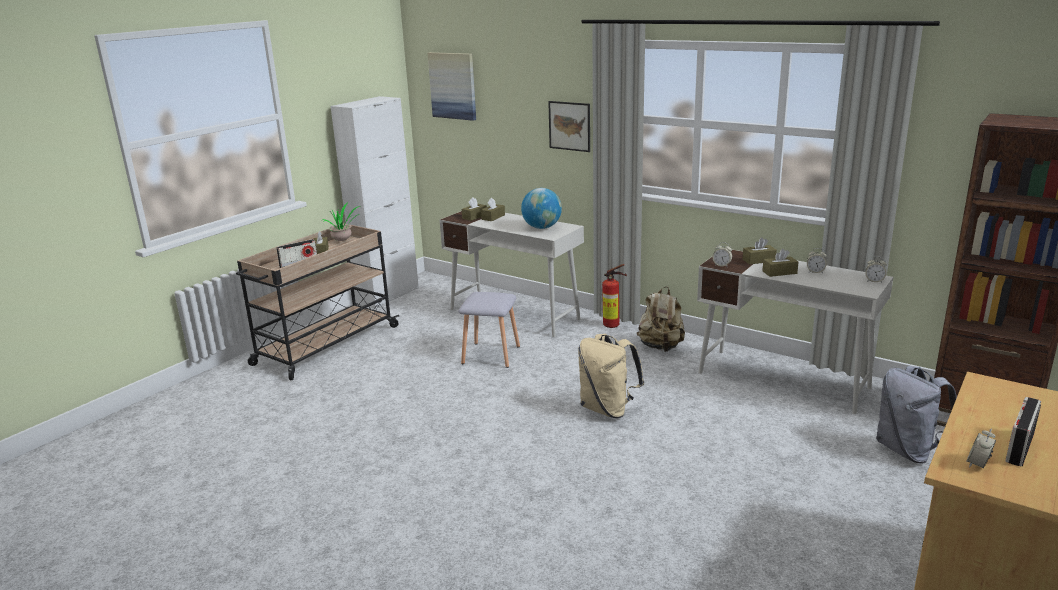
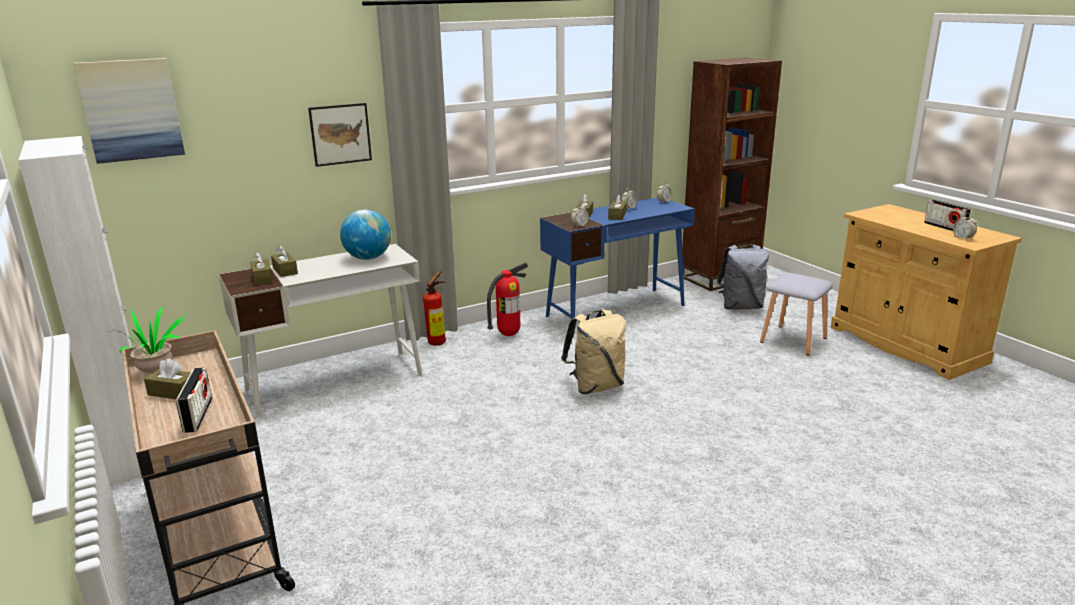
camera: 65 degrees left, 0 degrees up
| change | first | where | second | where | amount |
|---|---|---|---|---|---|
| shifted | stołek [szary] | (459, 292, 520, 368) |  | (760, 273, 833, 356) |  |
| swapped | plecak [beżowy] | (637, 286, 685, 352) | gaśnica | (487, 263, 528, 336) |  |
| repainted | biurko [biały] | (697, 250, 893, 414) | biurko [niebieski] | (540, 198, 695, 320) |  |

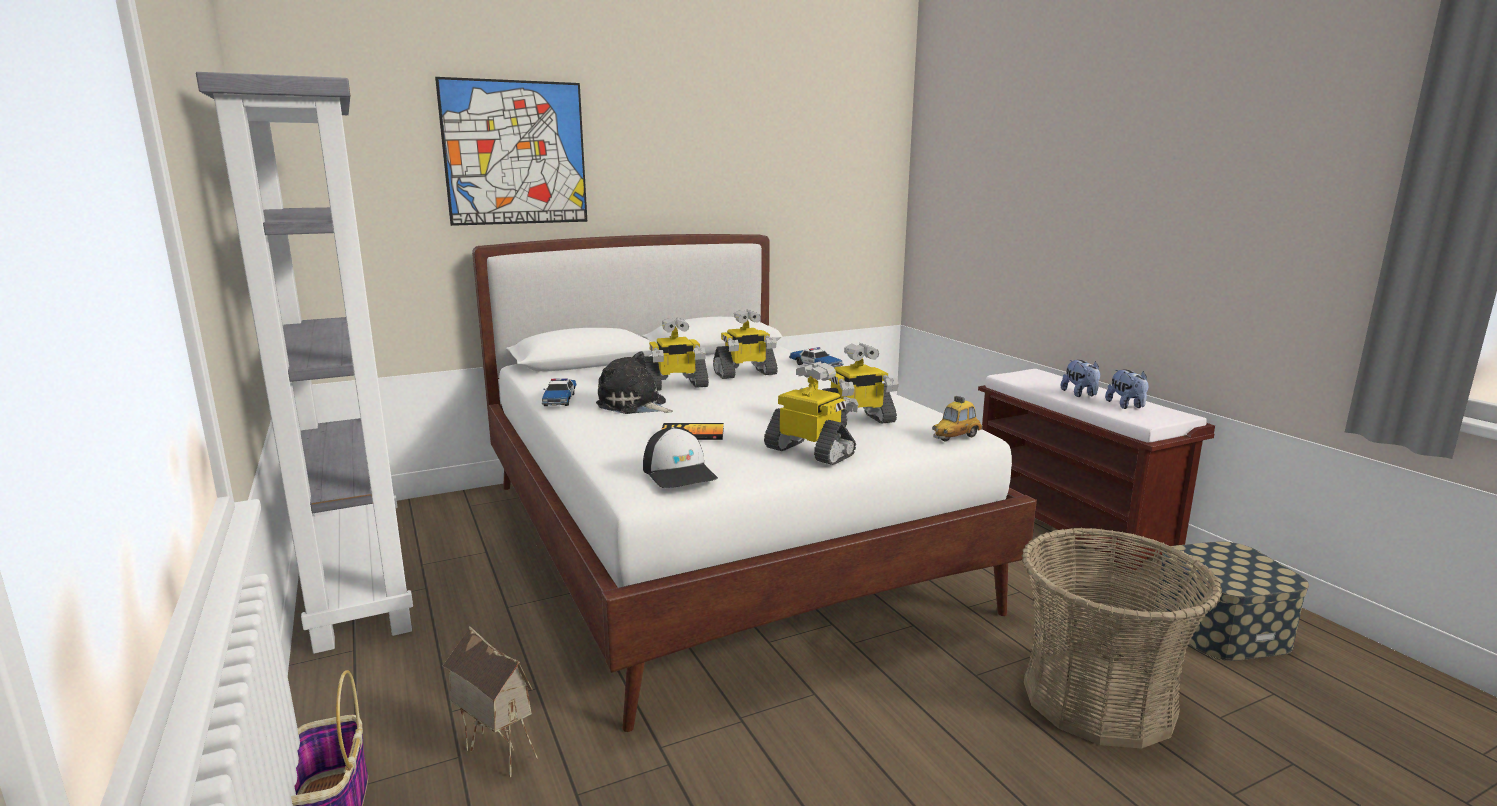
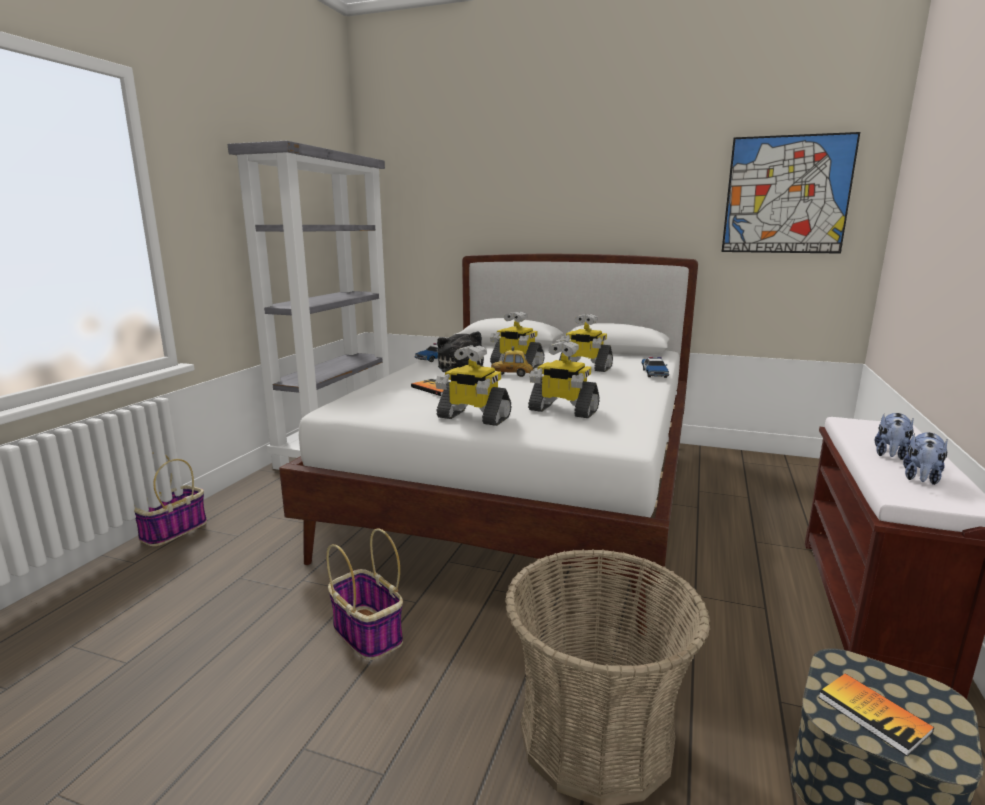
camera: 45 degrees right, 0 degrees up
| change | first | where | second | where | amount |
|---|---|---|---|---|---|
| shifted | obraz | (435, 77, 588, 226) |  | (721, 132, 860, 254) |  |
| gone | domek | (443, 626, 538, 777) |  |  |  |
| gone | czapka z daszkiem | (643, 427, 718, 488) |  |  |  |
| rotated | robot zabawkowy | (764, 362, 859, 465) |  | (435, 345, 511, 426) | 120 degrees clockwise |
| shifted | samochodzik | (932, 396, 983, 441) |  | (491, 346, 534, 377) |  |
| new |  |  | koszyk | (326, 528, 403, 660) |  |
| new |  |  | książka | (818, 673, 934, 756) |  |

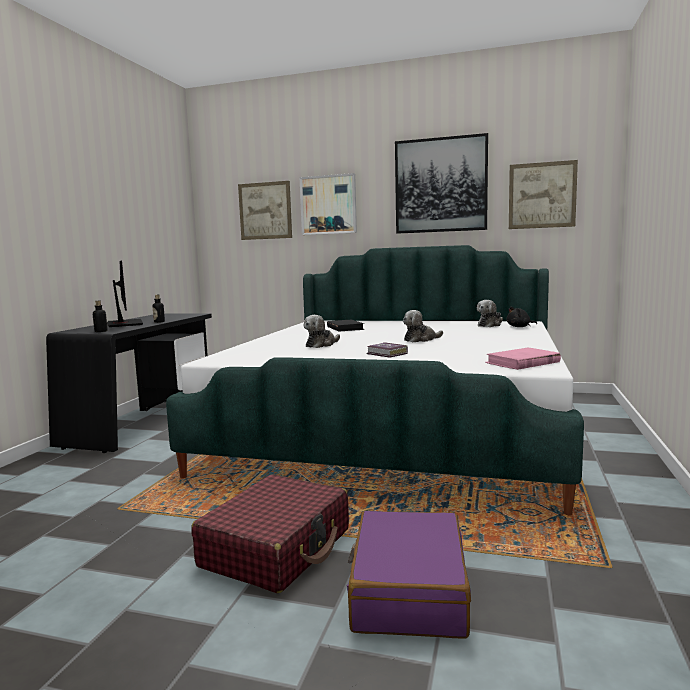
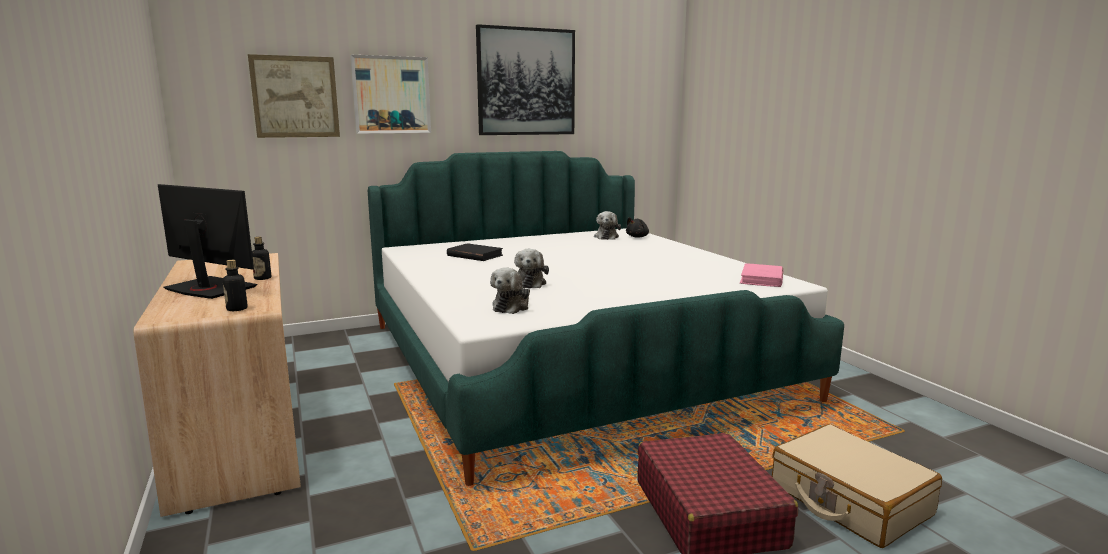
camera: 40 degrees left, 5 degrees up
| change | first | where | second | where | amount |
|---|---|---|---|---|---|
| repainted | biurko [czarny] | (46, 313, 212, 453) | biurko [beżowy] | (134, 253, 301, 517) |  |
| repainted | walizka [fioletowy] | (347, 511, 471, 639) | walizka [beżowy] | (772, 424, 942, 548) |  |
| gone | książka | (367, 342, 408, 358) |  |  |  |
| shifted | pluszak | (403, 310, 443, 342) |  | (490, 267, 530, 314) |  |
| gone | obraz | (509, 160, 578, 229) |  |  |  |

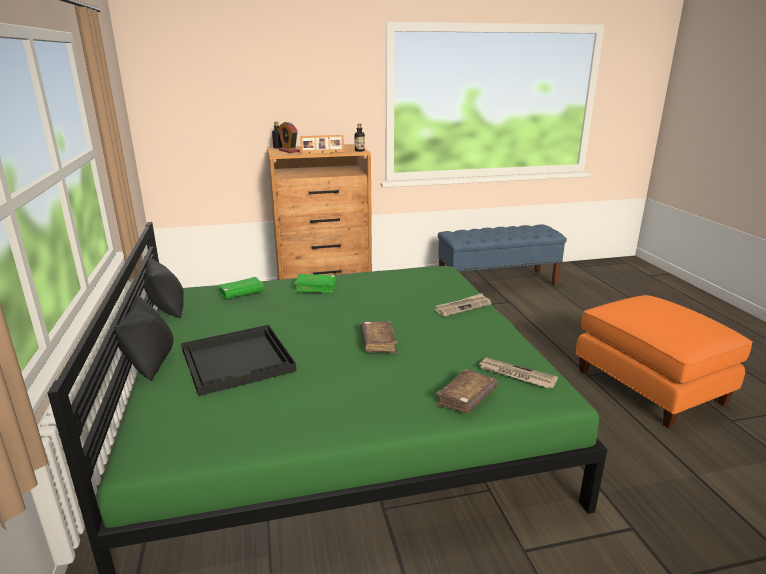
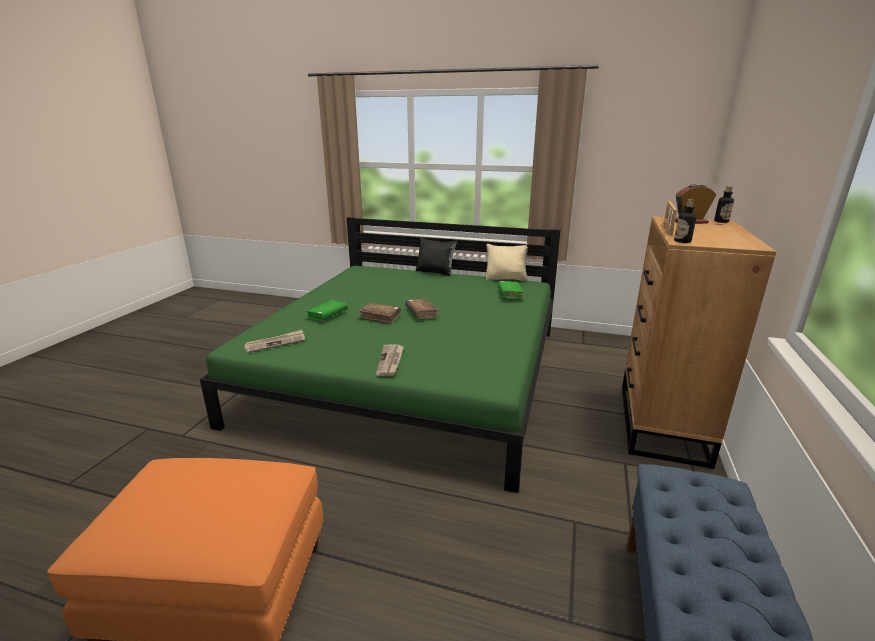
camera: 120 degrees right, 0 degrees up
| change | first | where | second | where | amount |
|---|---|---|---|---|---|
| repainted | poduszka [czarny] | (144, 256, 184, 318) | poduszka [beżowy] | (486, 244, 528, 281) |  |
| gone | taca [czarny] | (181, 325, 297, 396) |  |  |  |
| shifted | książka [zielony] | (294, 274, 336, 294) |  | (305, 300, 348, 321) |  |
| shifted | książka [brązowy] | (436, 369, 497, 414) |  | (405, 298, 439, 318) |  |

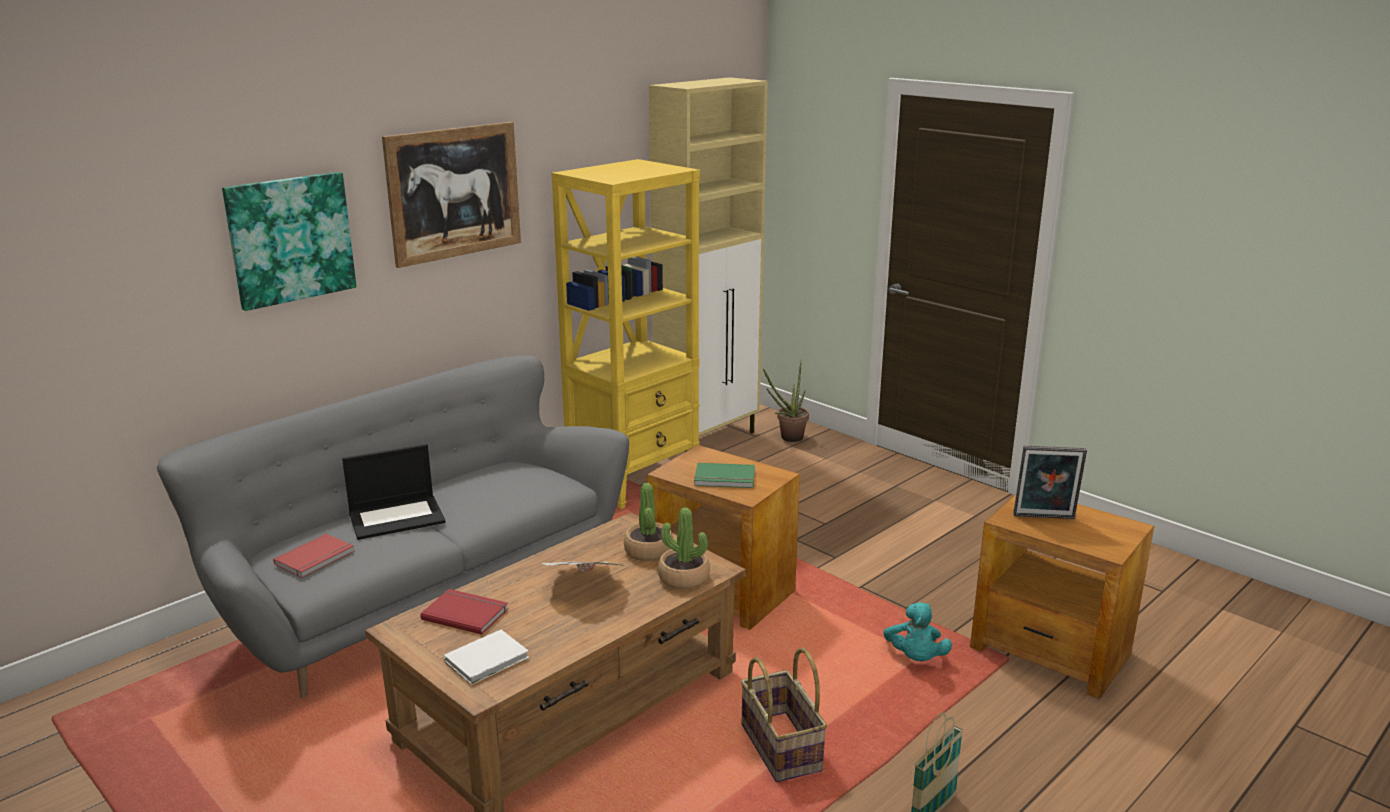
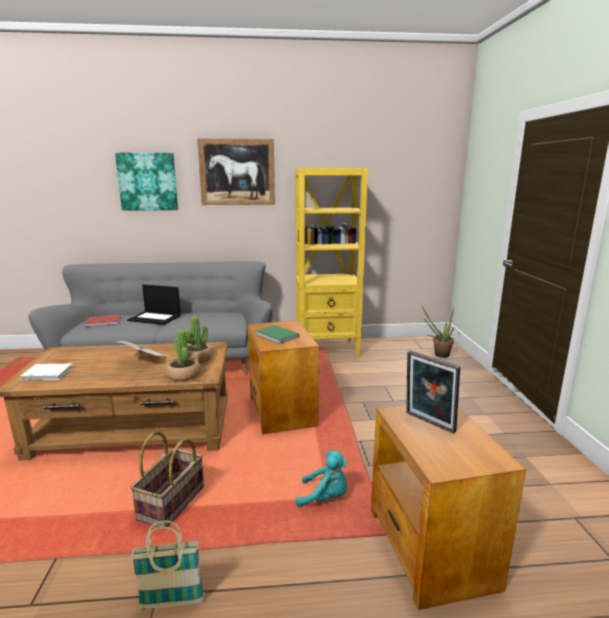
camera: 40 degrees right, 5 degrees down
| change | first | where | second | where | amount |
|---|---|---|---|---|---|
| gone | książka [czerwony] | (420, 589, 508, 635) |  |  |  |
| gone | szafka [beżowy] | (649, 77, 768, 452) |  |  |  |
| rotated | pluszak [turkusowy] | (883, 602, 952, 661) |  | (296, 451, 347, 507) | 120 degrees counterclockwise |

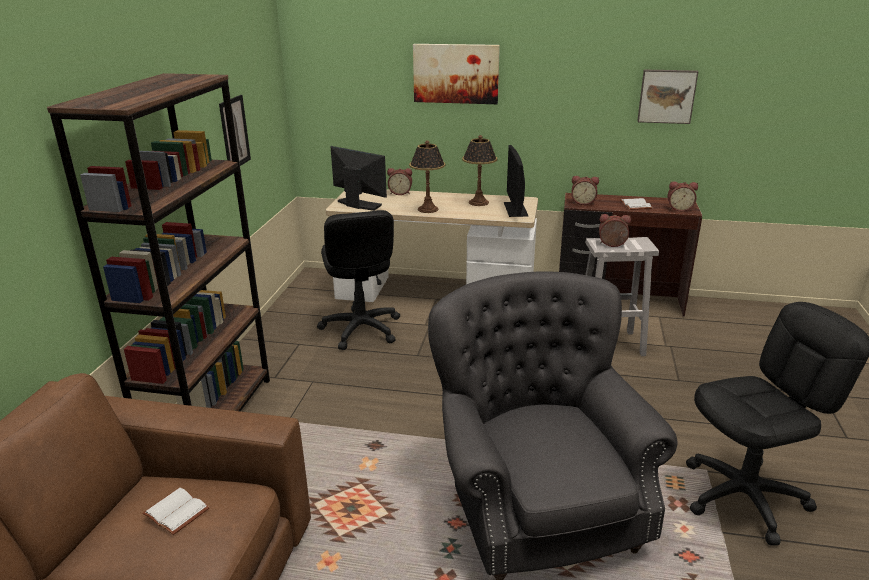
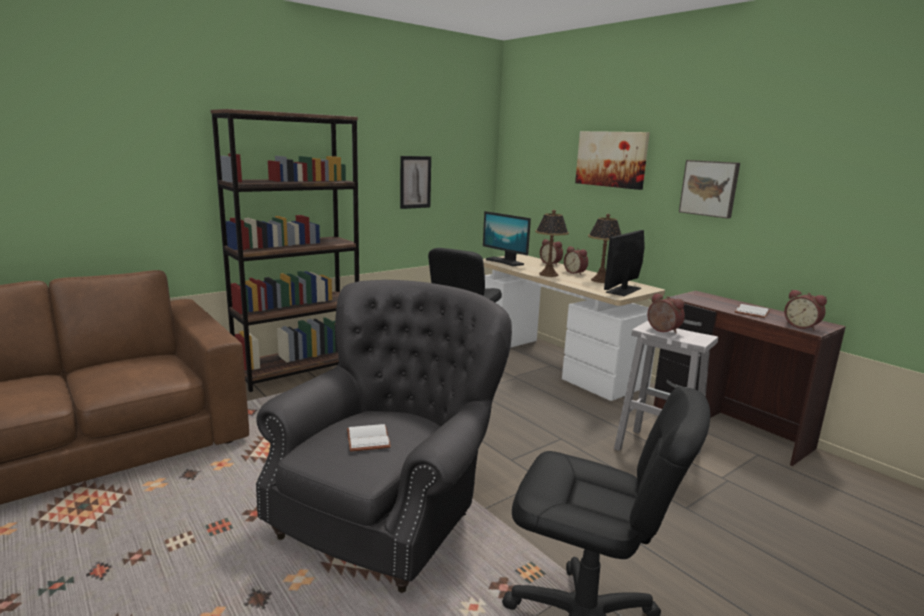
camera: 40 degrees right, 10 degrees down
| change | first | where | second | where | amount |
|---|---|---|---|---|---|
| shifted | książka [biały] | (142, 488, 210, 535) |  | (347, 424, 391, 452) |  |
| rotated | monitor | (331, 146, 387, 211) |  | (483, 211, 531, 266) | 150 degrees clockwise |
| shifted | budzik | (571, 176, 599, 205) |  | (564, 246, 588, 275) |  |
| shifted | obraz | (637, 70, 698, 124) |  | (679, 160, 740, 219) |  |

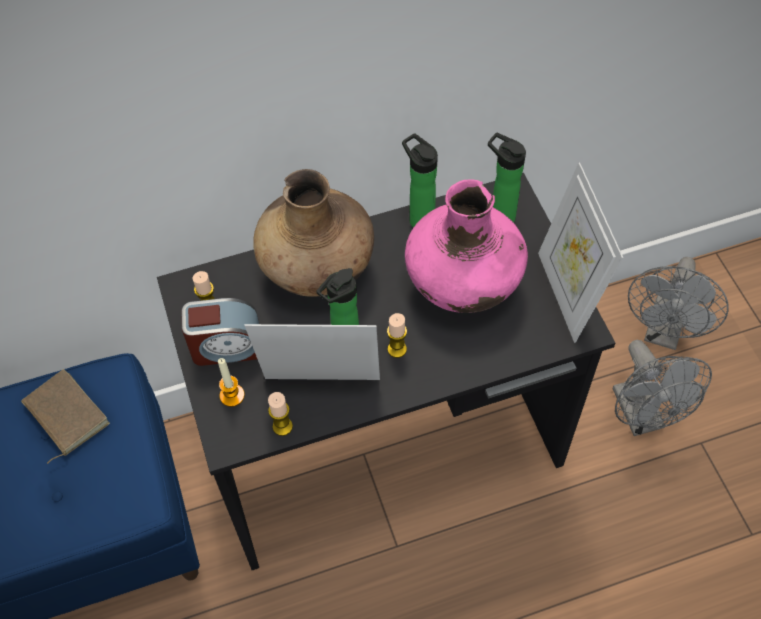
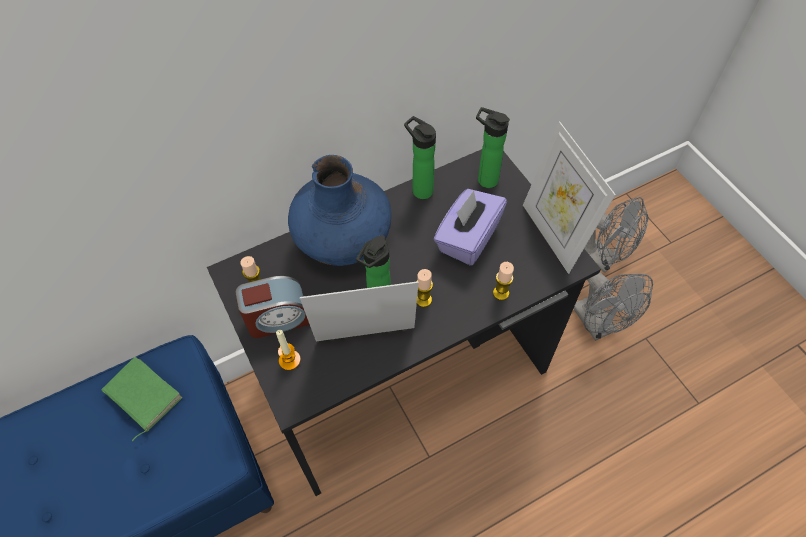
camera: 10 degrees left, 0 degrees up
| change | first | where | second | where | amount |
|---|---|---|---|---|---|
| repainted | książka [brązowy] | (21, 369, 110, 464) | książka [zielony] | (102, 357, 182, 442) |  |
| repainted | wazon [brązowy] | (253, 169, 374, 297) | wazon [niebieski] | (288, 155, 392, 266) |  |
| shifted | świeca | (268, 392, 293, 436) |  | (493, 262, 514, 300) |  |
| swapped | wazon [różowy] | (405, 180, 528, 313) | pudełko chusteczek [fioletowy] | (434, 189, 507, 266) |  |
| rotated | wentylator [szary] | (628, 257, 729, 350) |  | (584, 197, 649, 273) | 60 degrees counterclockwise |

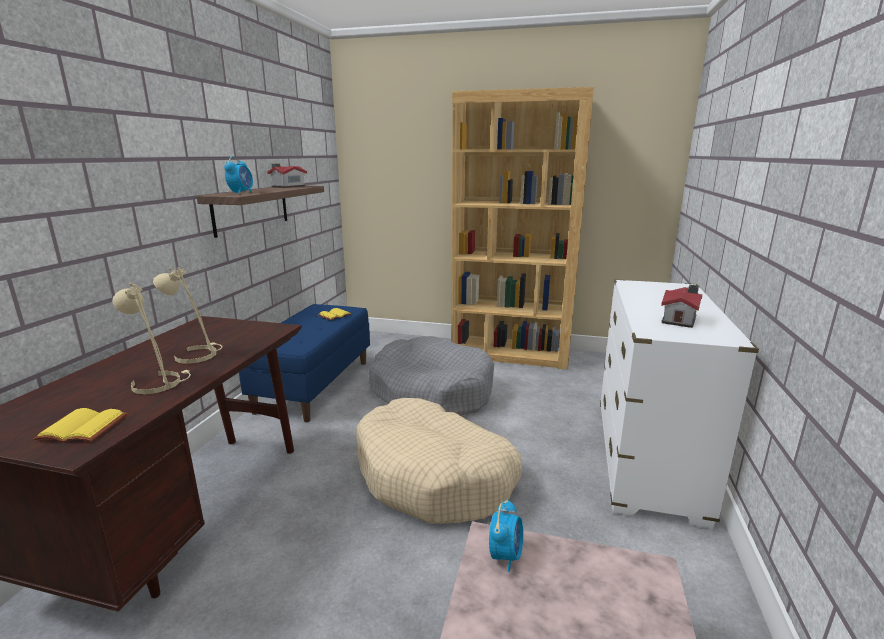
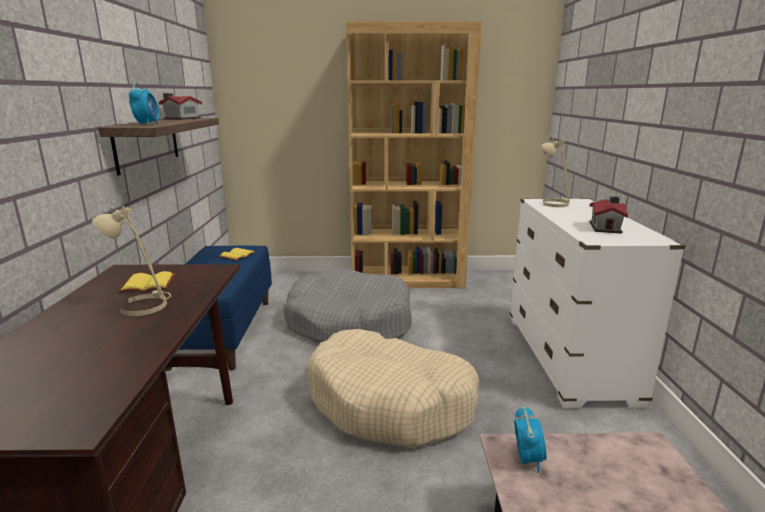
camera: 15 degrees left, 0 degrees up
| change | first | where | second | where | amount |
|---|---|---|---|---|---|
| shifted | książka [żółty] | (33, 408, 127, 442) |  | (119, 271, 175, 293) |  |
| shifted | lampa stołowa [beżowy] | (112, 283, 191, 394) |  | (541, 138, 570, 207) |  |

